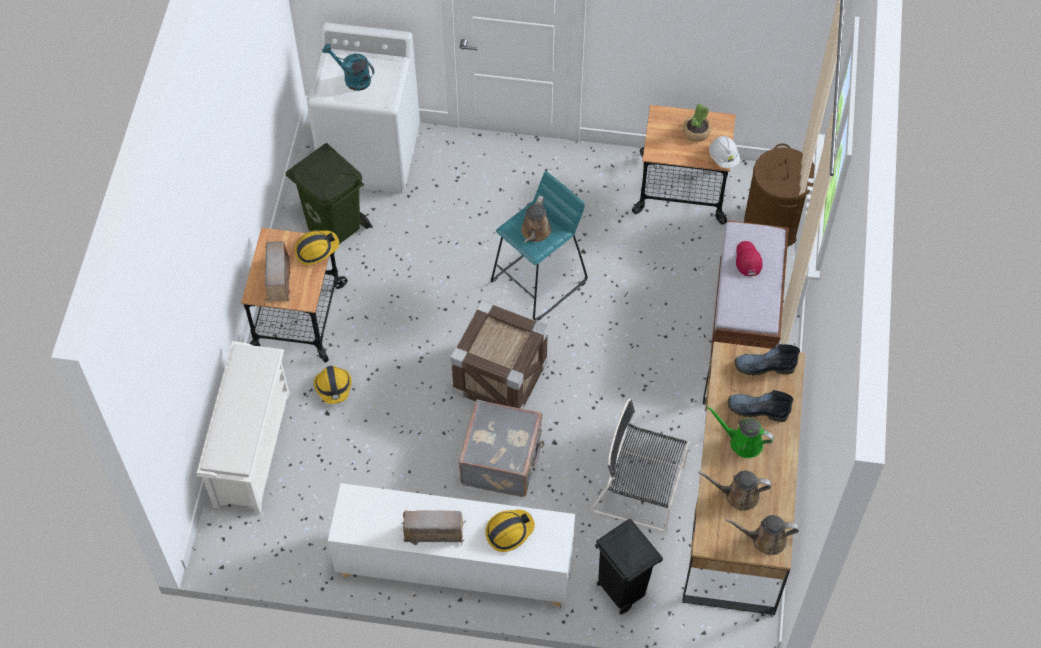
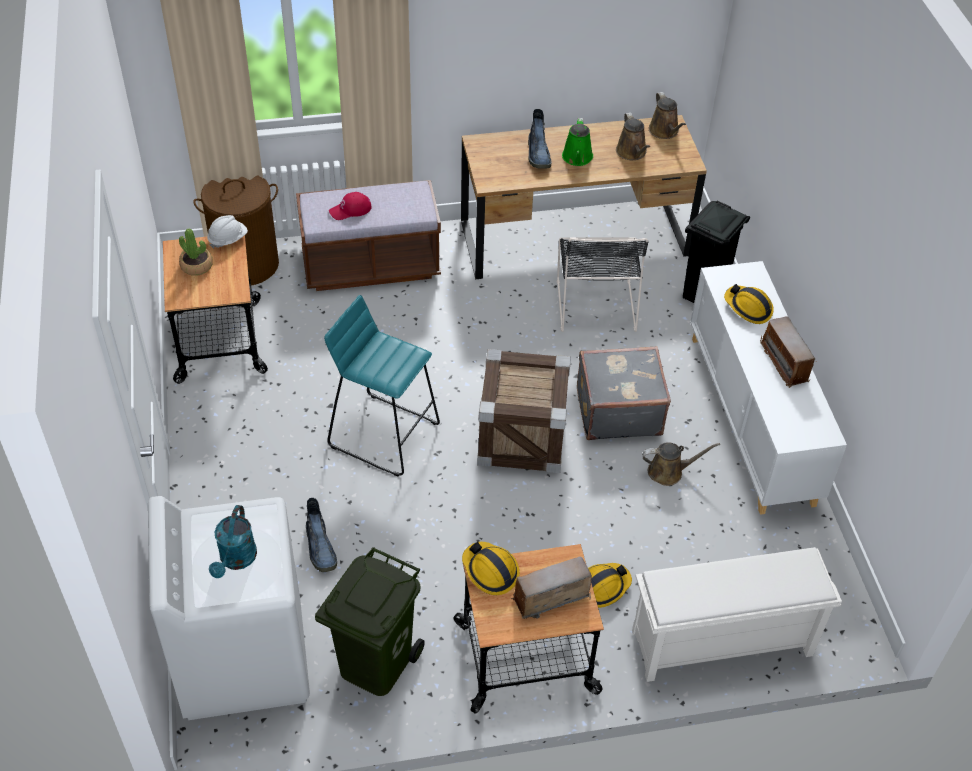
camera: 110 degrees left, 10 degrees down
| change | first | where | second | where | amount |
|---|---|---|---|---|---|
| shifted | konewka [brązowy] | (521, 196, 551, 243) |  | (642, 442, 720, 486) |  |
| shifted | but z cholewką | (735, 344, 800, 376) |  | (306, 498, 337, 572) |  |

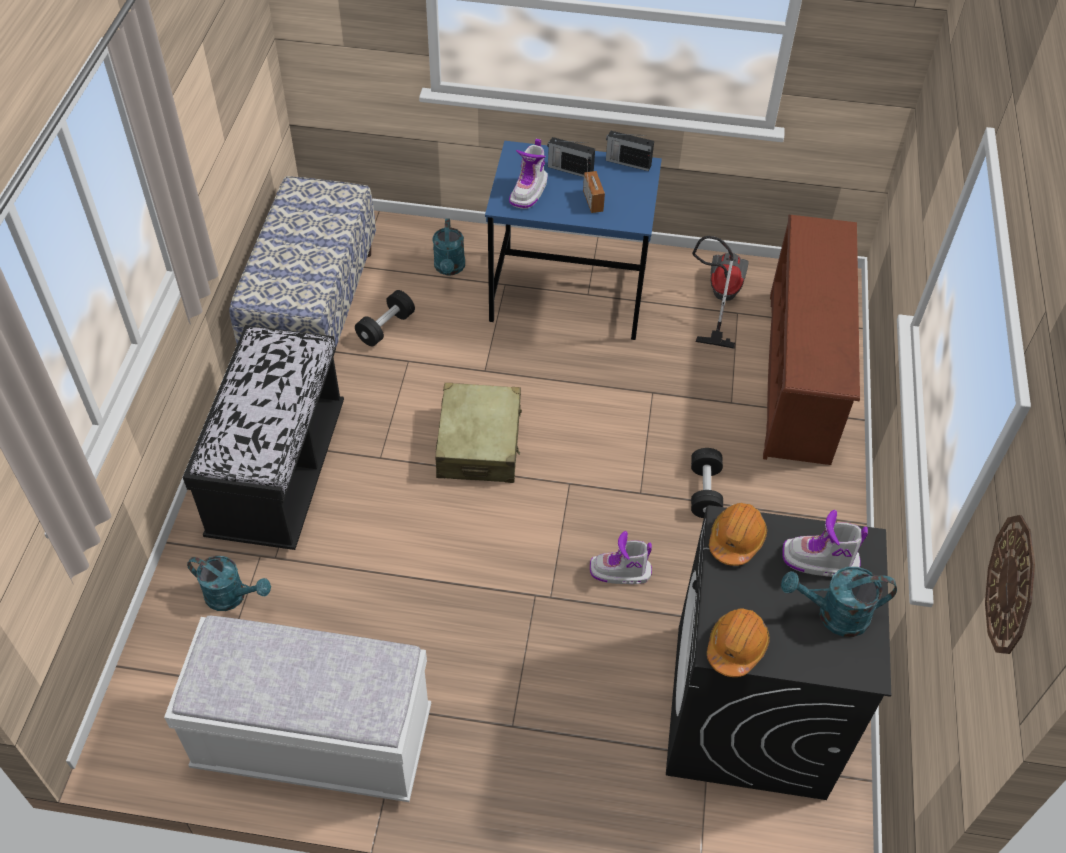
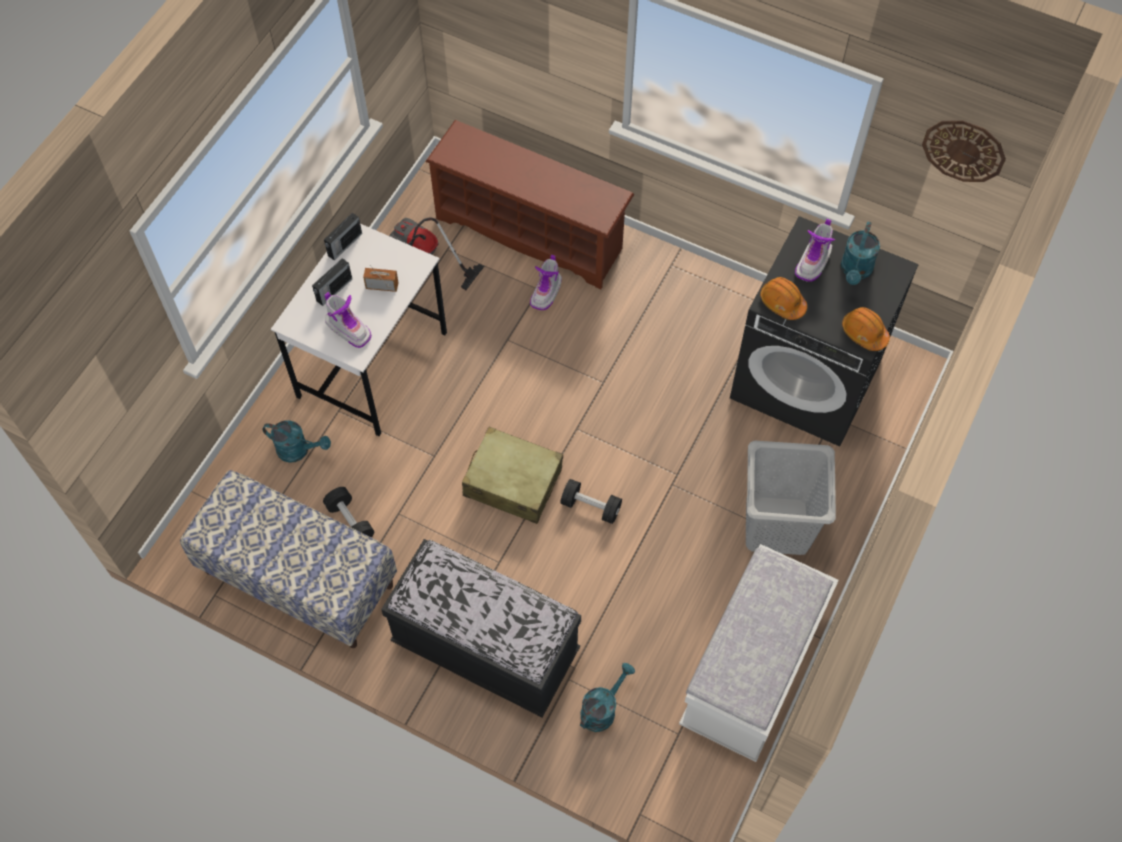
camera: 70 degrees left, 10 degrees up
| change | first | where | second | where | amount |
|---|---|---|---|---|---|
| repainted | biurko [niebieski] | (485, 141, 662, 340) | biurko [biały] | (271, 224, 447, 436) |  |
| shifted | but z cholewką | (590, 531, 652, 584) |  | (530, 254, 562, 310) |  |
| shifted | hantel [czarny] | (691, 448, 723, 518) |  | (560, 479, 622, 524) |  |
| new |  |  | kosz na pranie [szary] | (746, 441, 836, 555) |  |

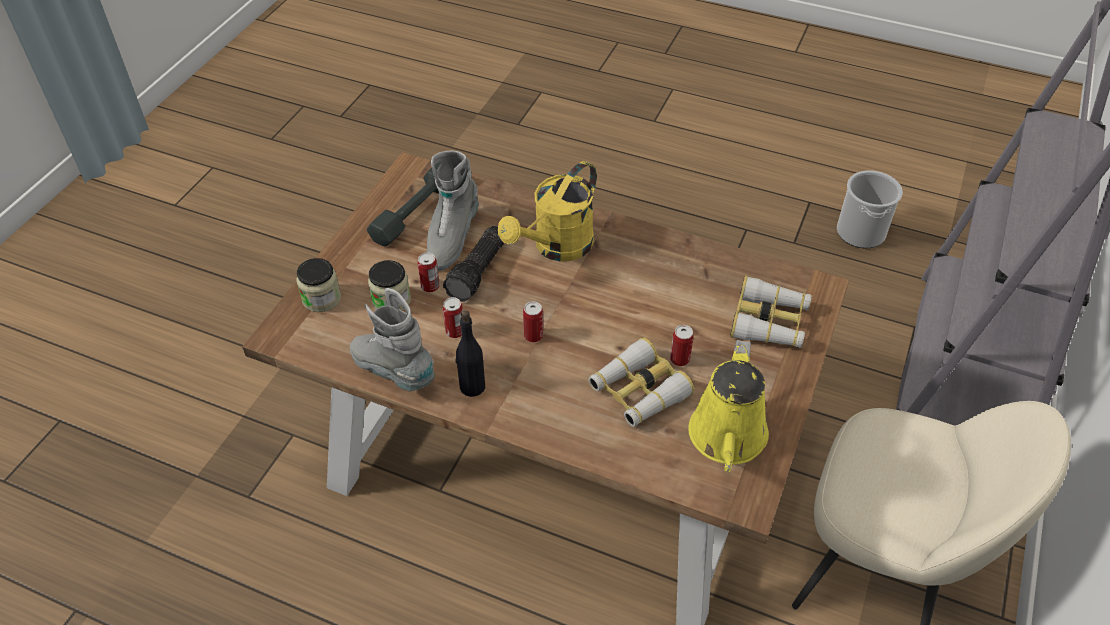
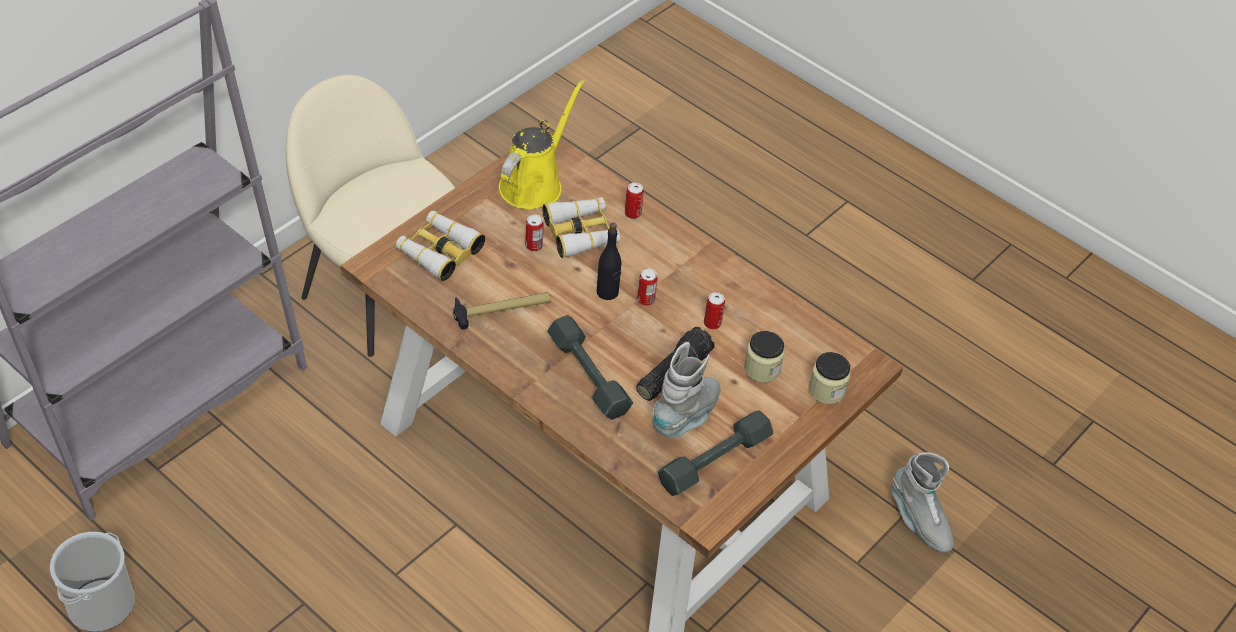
camera: 165 degrees left, 0 degrees up
| change | first | where | second | where | amount |
|---|---|---|---|---|---|
| shifted | but z cholewką [szary] | (350, 288, 435, 391) |  | (891, 452, 954, 553) |  |
| shifted | puszka | (417, 252, 440, 293) |  | (625, 183, 644, 219) |  |
| shifted | butelka [czarny] | (456, 310, 485, 397) |  | (597, 223, 621, 300) |  |
| swapped | konewka [żółty] | (498, 161, 597, 262) | hantel [szary] | (548, 315, 633, 420) |  |
| new |  |  | młotek | (453, 292, 551, 330) |  |

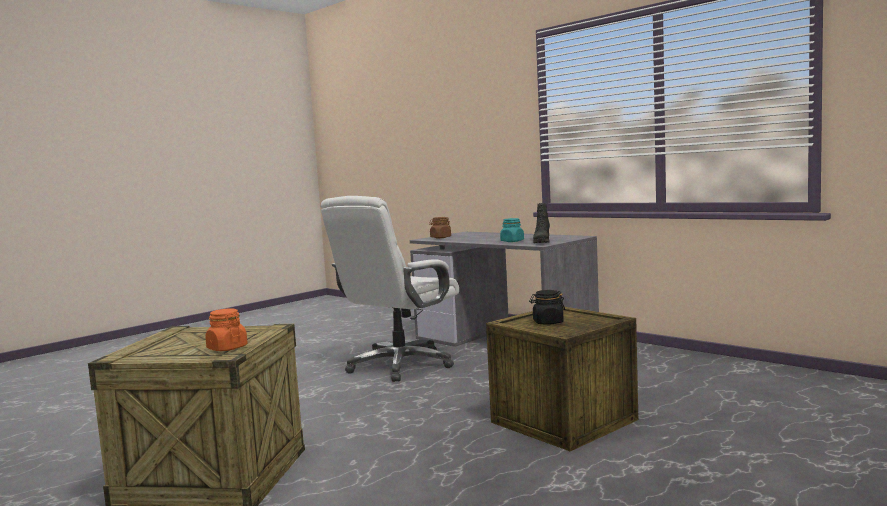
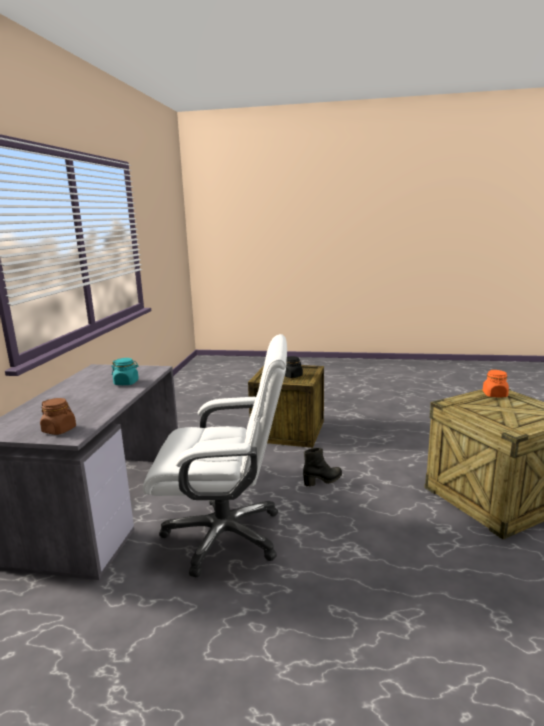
camera: 125 degrees left, 10 degrees up
| change | first | where | second | where | amount |
|---|---|---|---|---|---|
| shifted | but z cholewką [czarny] | (533, 203, 550, 243) |  | (303, 448, 342, 487) |  |

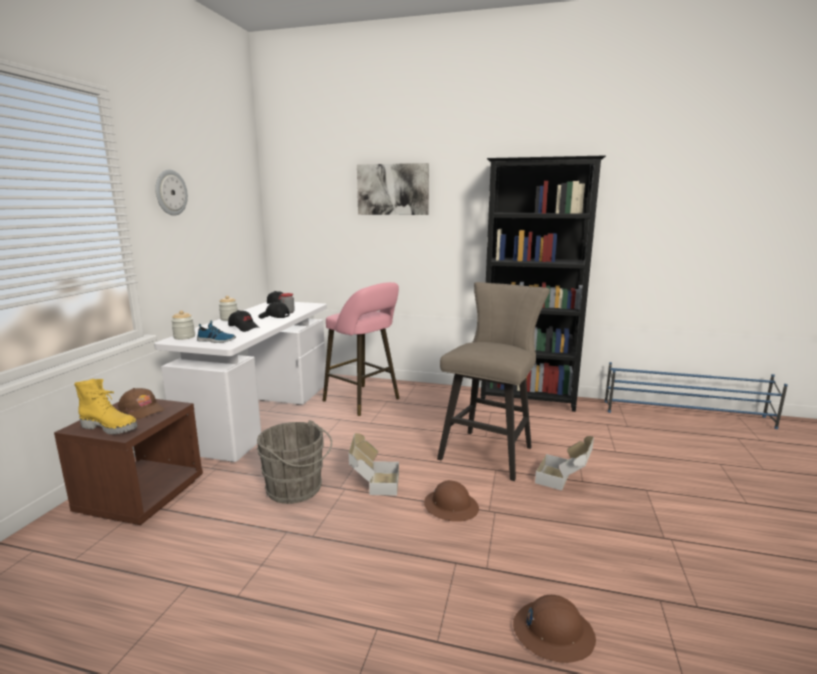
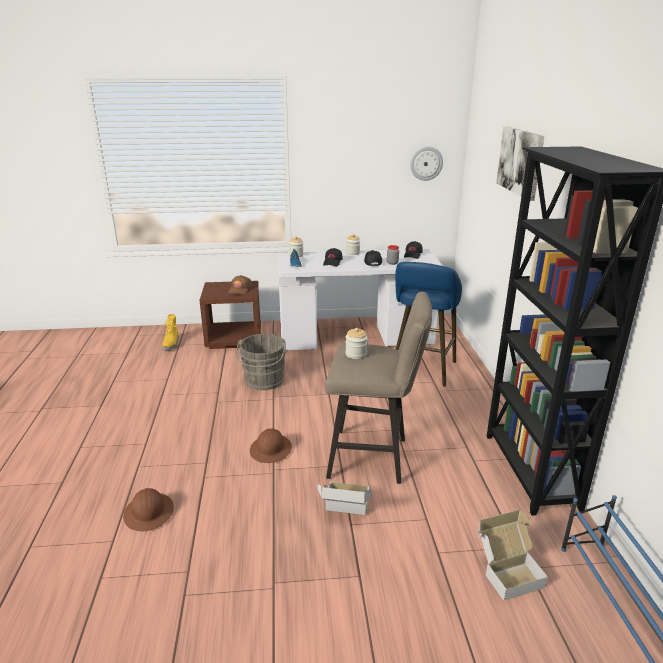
camera: 70 degrees right, 10 degrees up
| change | first | where | second | where | amount |
|---|---|---|---|---|---|
| shifted | but z cholewką [żółty] | (74, 379, 138, 435) |  | (162, 314, 179, 350) |  |
| shifted | zegar ścienny | (155, 170, 188, 216) |  | (410, 147, 443, 181) |  |
| repainted | stołek [różowy] | (323, 282, 400, 416) | stołek [niebieski] | (395, 262, 462, 387) |  |
| shifted | karton | (349, 433, 399, 496) |  | (478, 510, 548, 601) |  |
| new |  |  | słoik | (345, 328, 368, 359) |  |

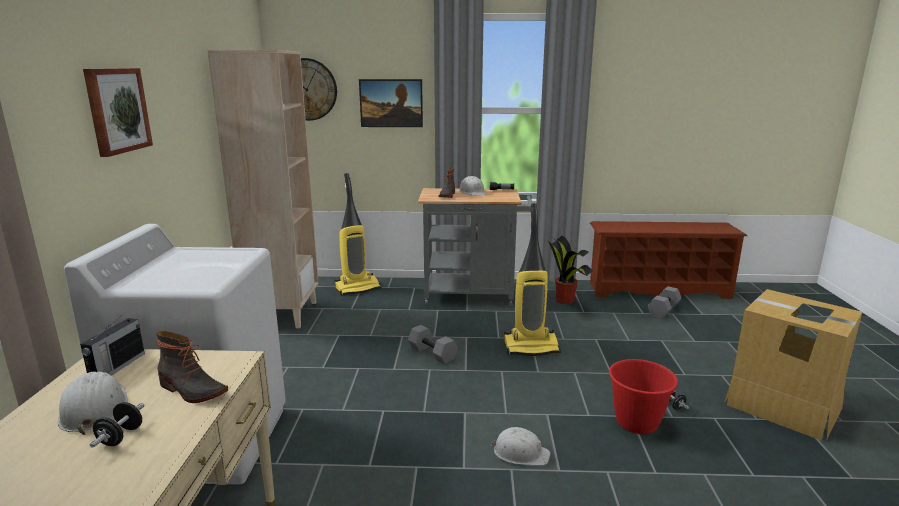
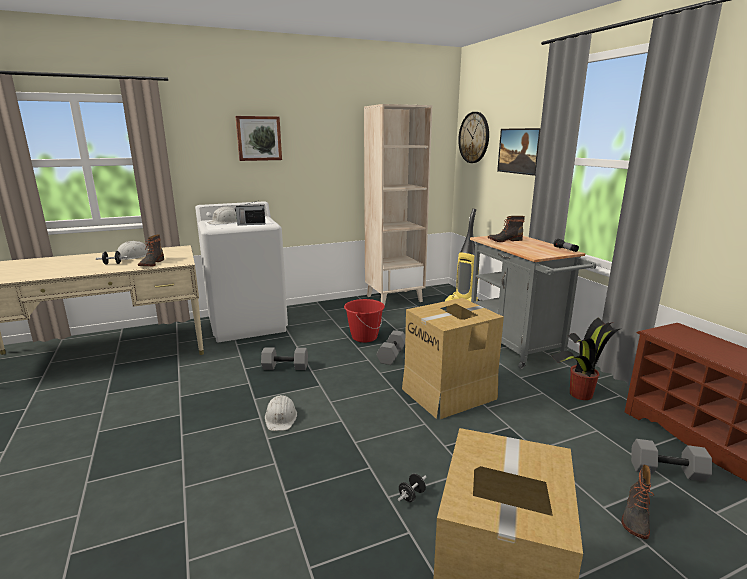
camera: 65 degrees right, 0 degrees up
| change | first | where | second | where | amount |
|---|---|---|---|---|---|
| shifted | radio | (80, 311, 145, 375) |  | (235, 200, 265, 225) |  |
| shifted | kask [biały] | (459, 176, 487, 196) |  | (207, 207, 237, 224) |  |
| swapped | odkurzacz | (504, 203, 561, 356) | karton | (402, 298, 504, 419) |  |
| shifted | wiadro [czerwony] | (609, 359, 678, 434) |  | (344, 299, 385, 342) |  |
| new |  |  | hantel [szary] | (261, 347, 308, 370) |  |
| new |  |  | but z cholewką | (621, 465, 654, 539) |  |

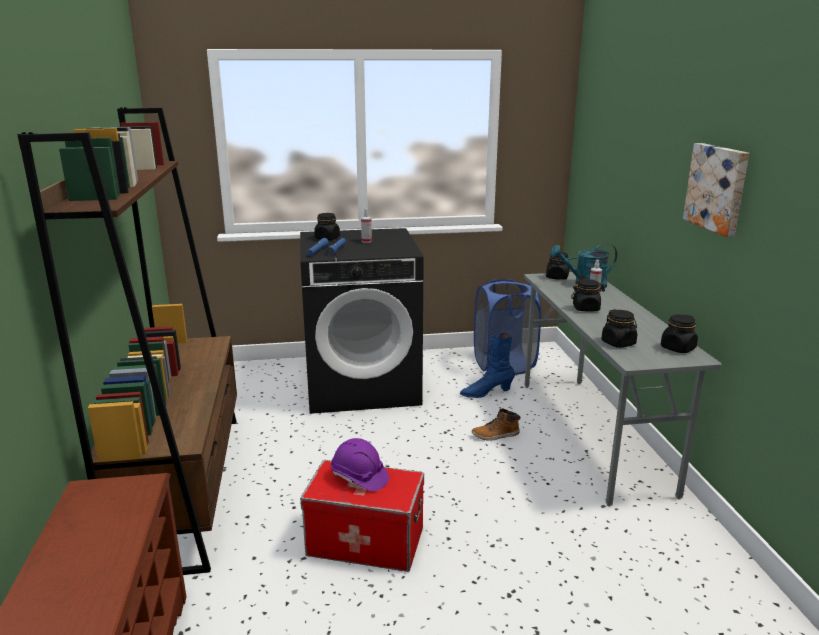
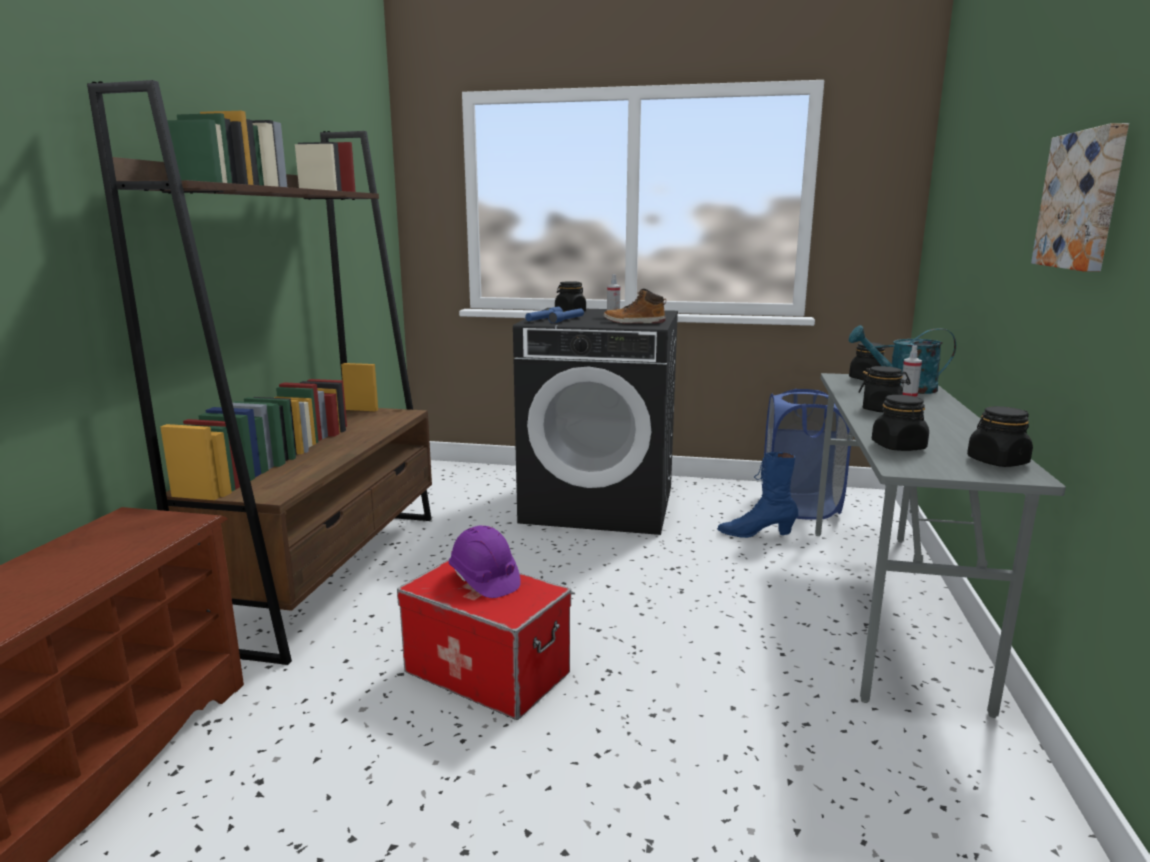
camera: 20 degrees right, 5 degrees down
| change | first | where | second | where | amount |
|---|---|---|---|---|---|
| shifted | but z cholewką | (472, 409, 520, 441) |  | (603, 289, 666, 324) |  |

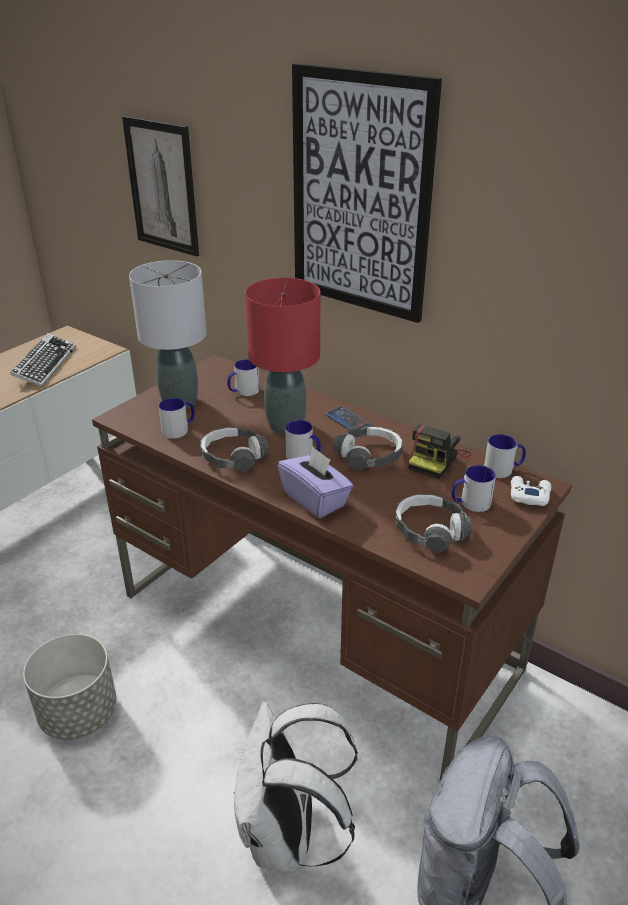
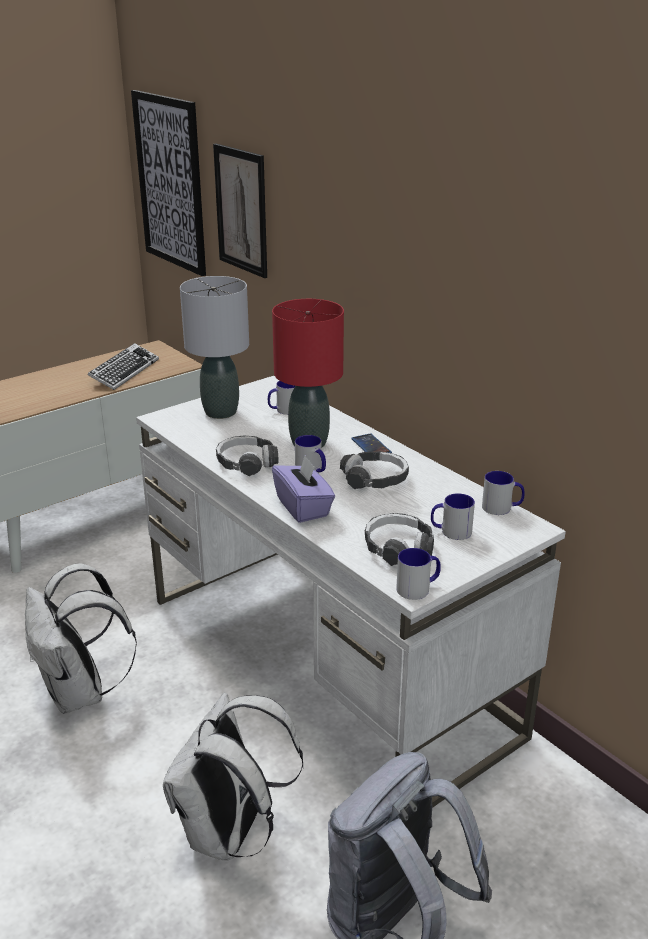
camera: 15 degrees right, 5 degrees down
| change | first | where | second | where | amount |
|---|---|---|---|---|---|
| swapped | donica [szary] | (23, 634, 117, 740) | plecak [biały] | (25, 563, 137, 714) |  |
| repainted | biurko [brązowy] | (92, 355, 572, 782) | biurko [biały] | (136, 376, 566, 808) |  |
| shifted | kubek | (158, 398, 195, 439) |  | (396, 548, 441, 600) |  |
| shifted | obraz | (292, 63, 442, 323) |  | (131, 90, 206, 276) |  |
| gone | aparat fotograficzny | (408, 424, 471, 479) |  |  |  |
| gone | pad do gier [biały] | (511, 476, 551, 506) |  |  |  |

